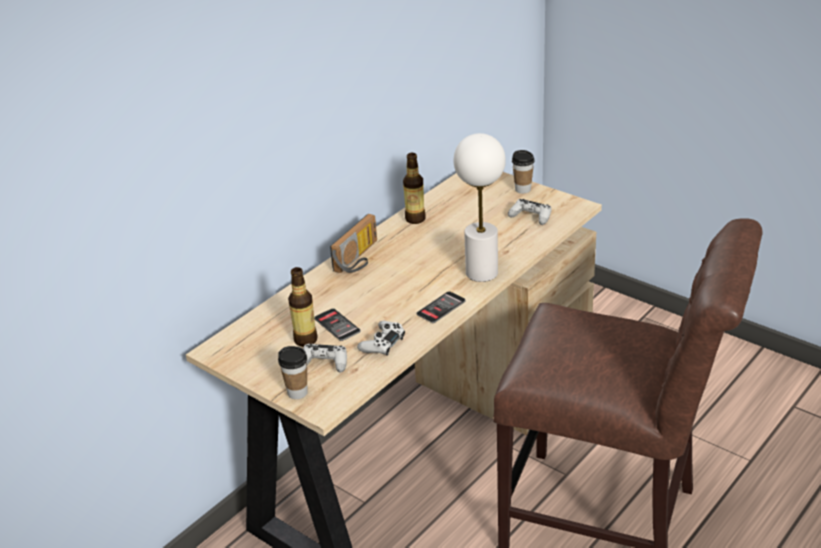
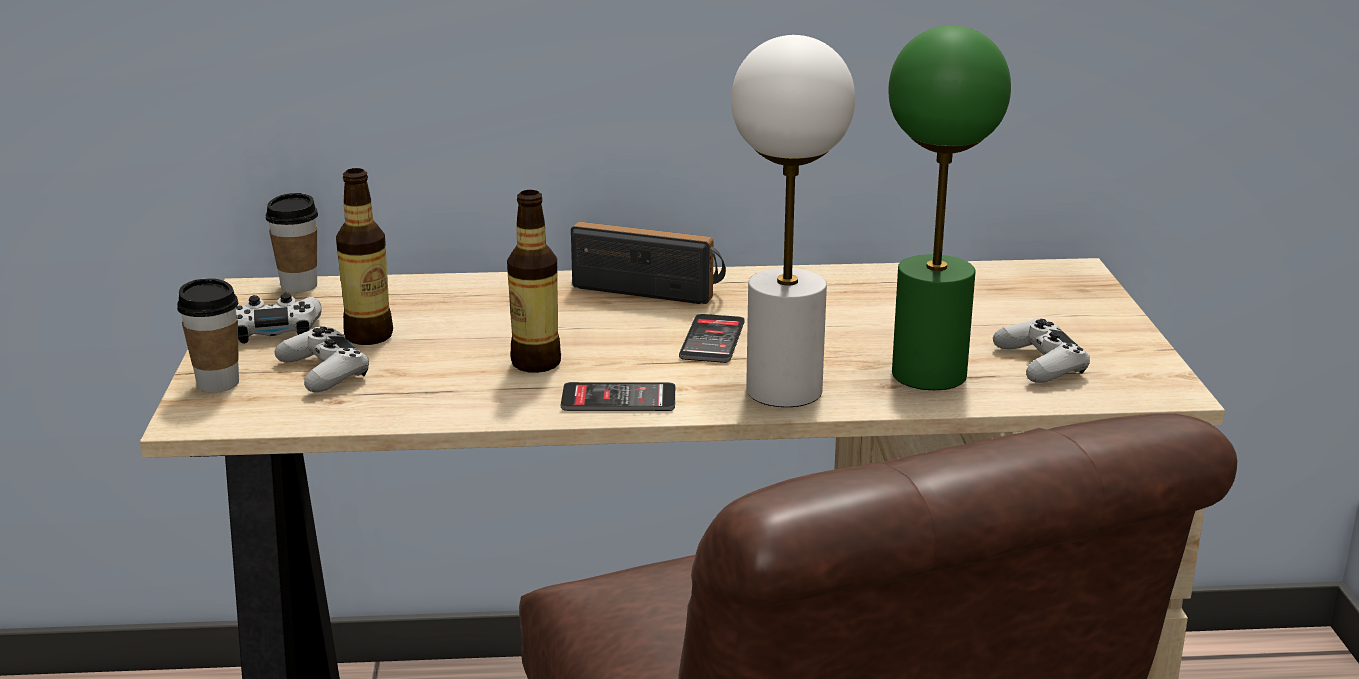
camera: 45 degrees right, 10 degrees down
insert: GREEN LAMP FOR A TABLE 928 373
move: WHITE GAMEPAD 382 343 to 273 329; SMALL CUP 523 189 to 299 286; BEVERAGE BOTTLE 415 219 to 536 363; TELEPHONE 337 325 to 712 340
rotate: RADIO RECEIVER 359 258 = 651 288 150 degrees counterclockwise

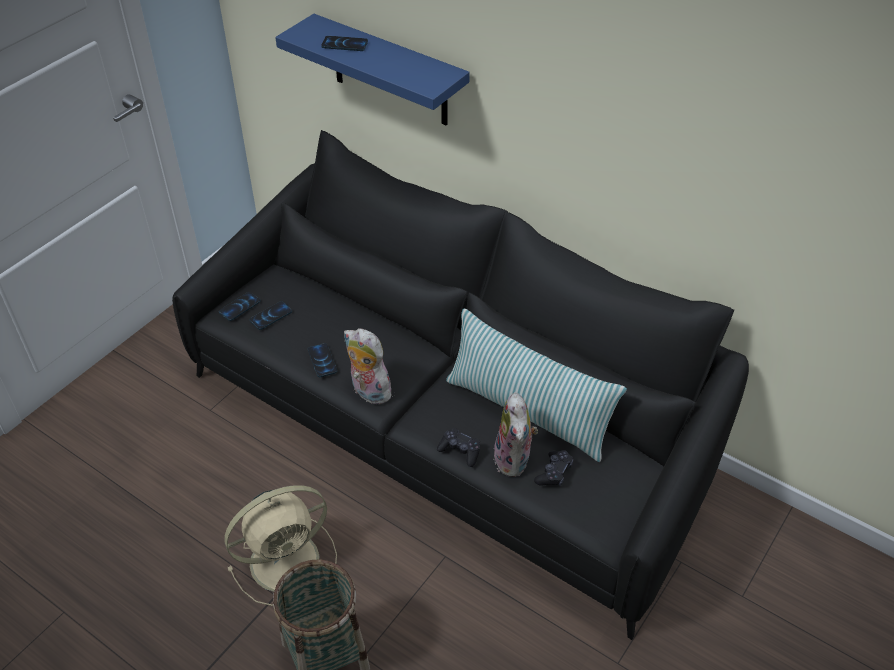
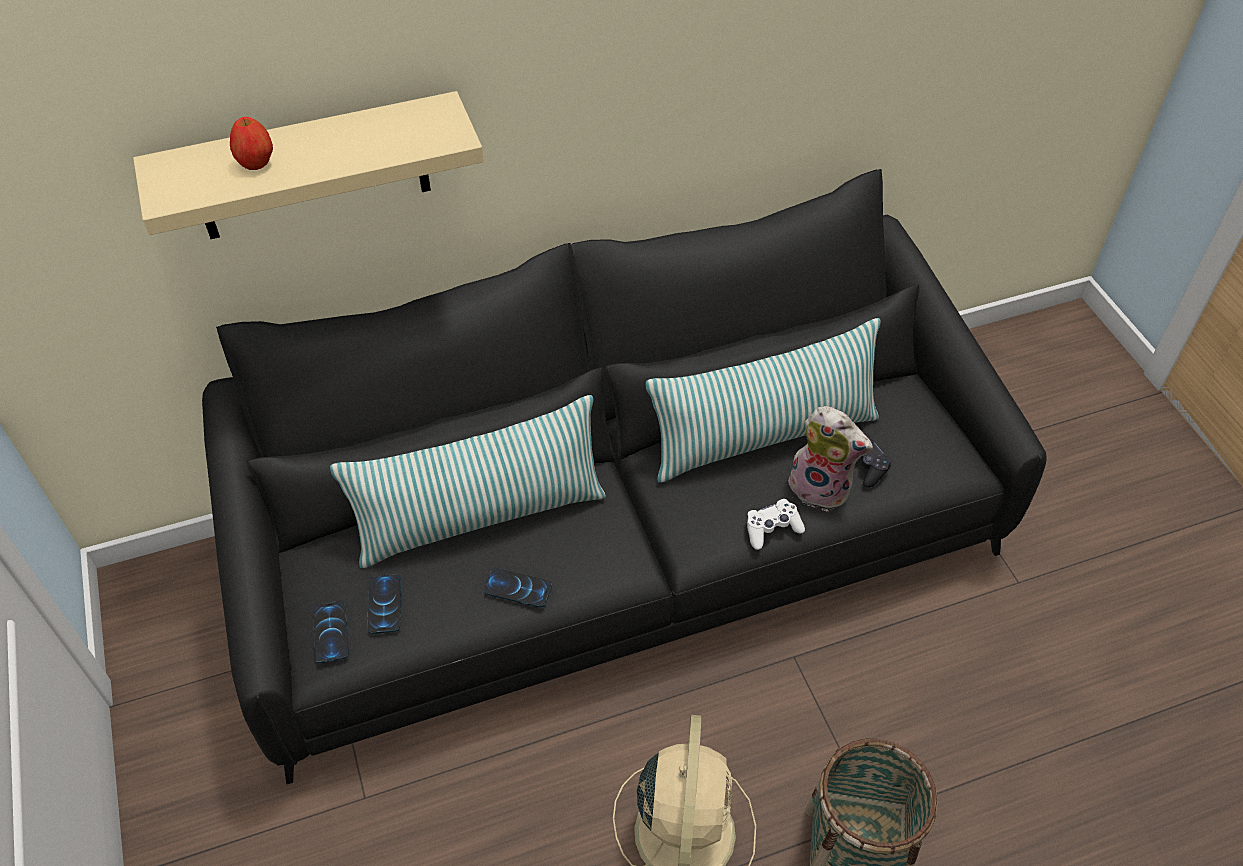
camera: 55 degrees left, 5 degrees up
delete: SOFT TOY 368 391
insert: THROW PILLOW 481 517
replace: TELEPHONE 344 44 to APPLE FRUIT 256 163
recolor: BLUISH WALL SHELF 390 72 to BEIGE WALL SHELF 311 169; BLACK GAMEPAD 460 451 to WHITE GAMEPAD 772 529

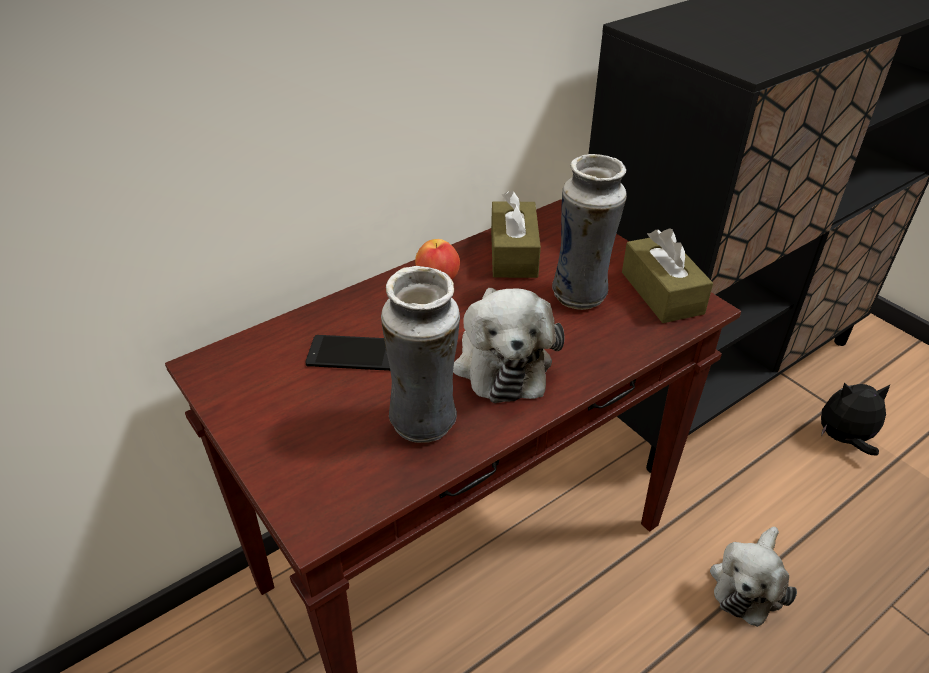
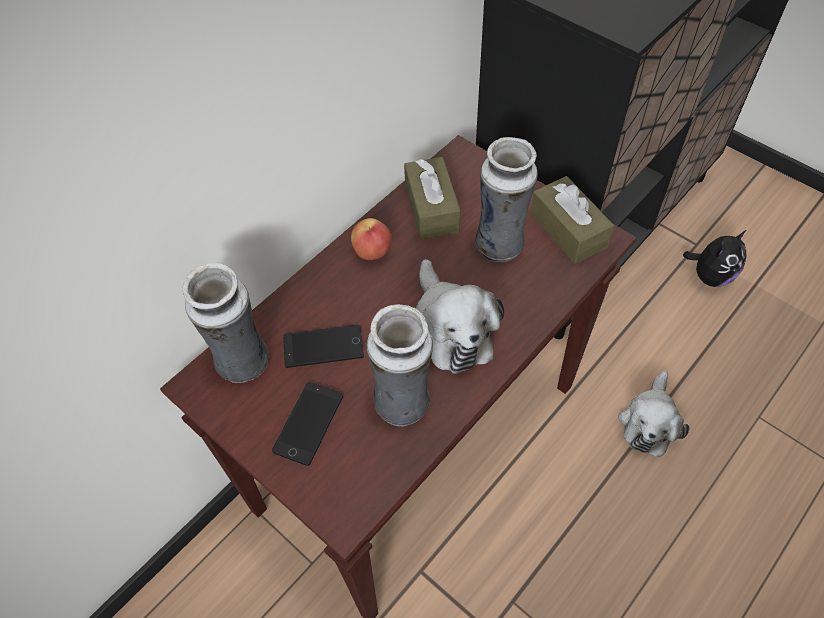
camera: 10 degrees left, 15 degrees up
insert: DECORATIVE VASE 243 364; TELEPHONE 308 423
rotate: SOFT TOY 843 439 = 710 276 150 degrees clockwise

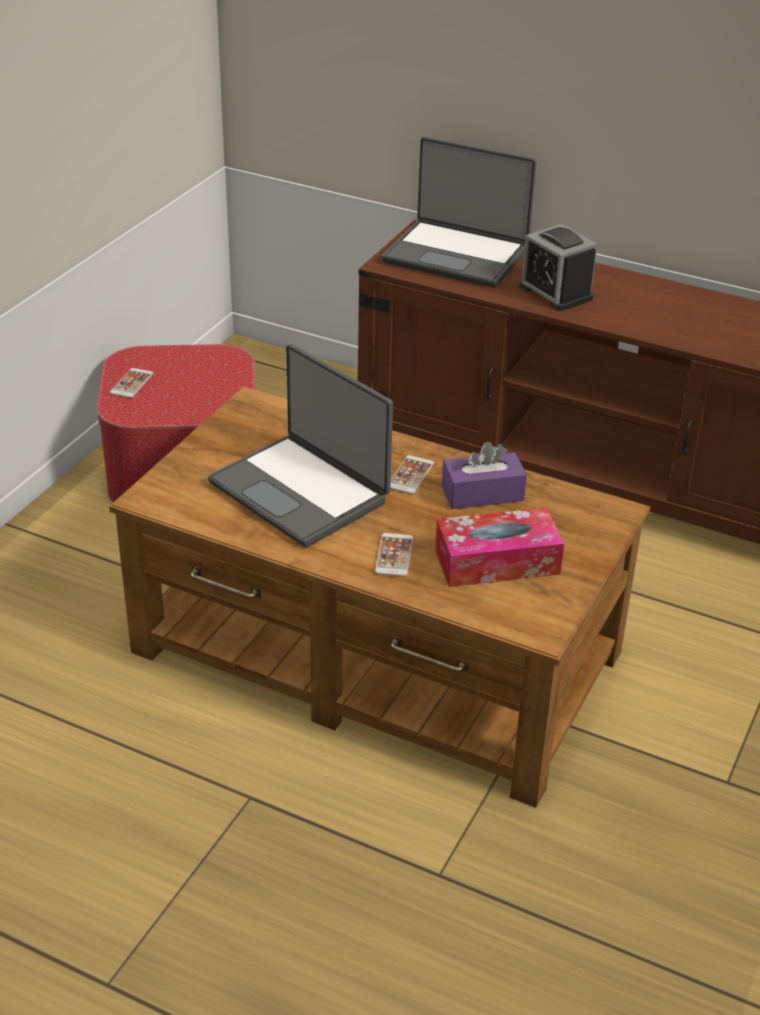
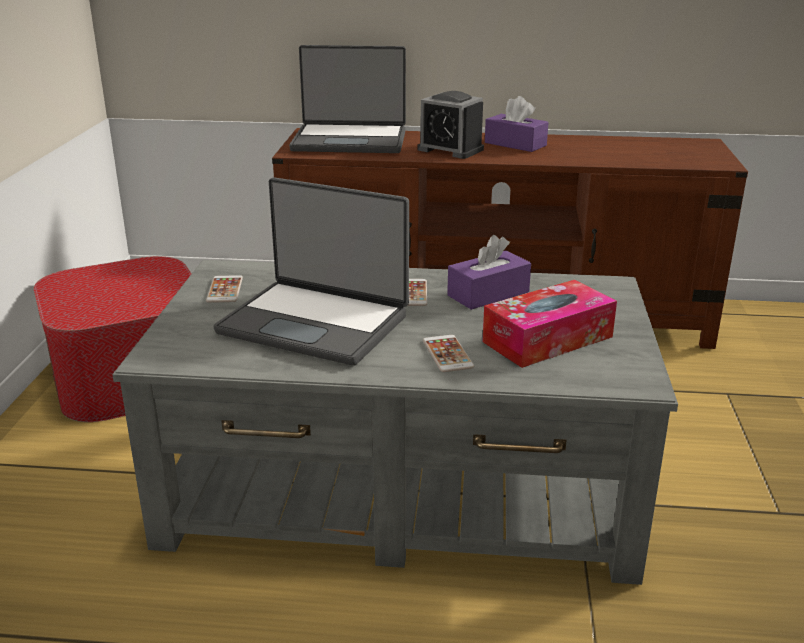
camera: 20 degrees left, 10 degrees down
insert: PURPLE TISSUE HOLDER 515 144
move: TELEPHONE 131 383 to 225 290
recolor: BROWNISH COFFEE TABLE 378 654 to GRAY COFFEE TABLE 404 487

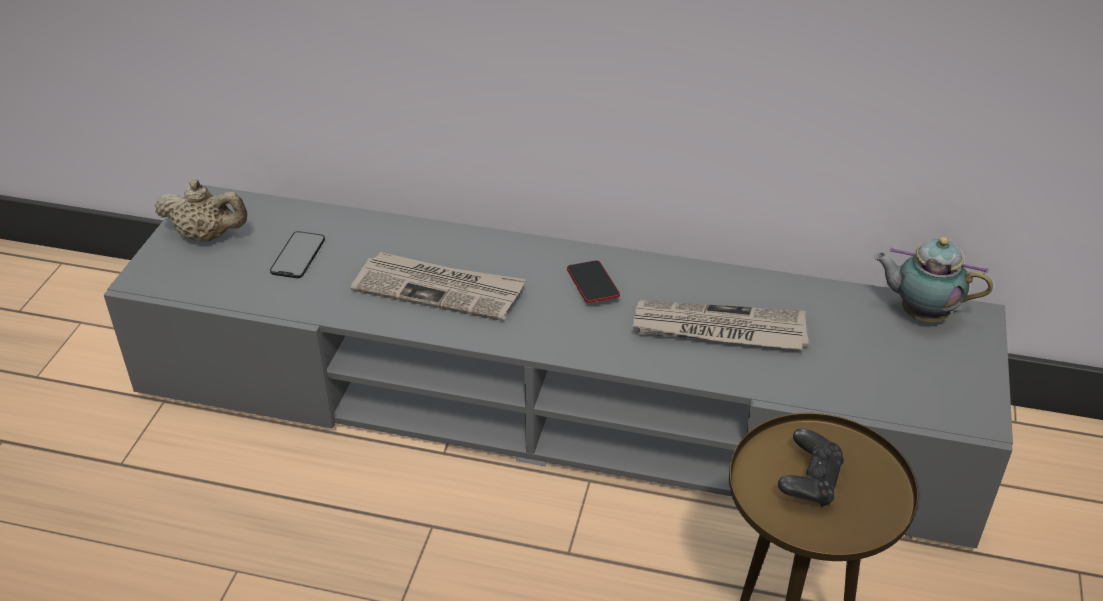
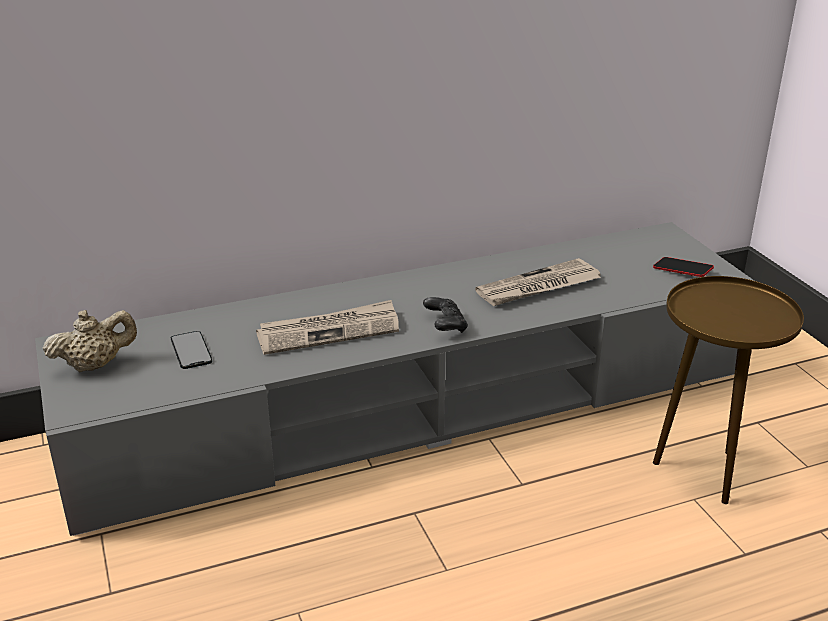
camera: 35 degrees left, 10 degrees down
delete: TEA POT 920 314
move: BLACK GAMEPAD 809 481 to 445 326; TELEPHONE 592 285 to 682 271

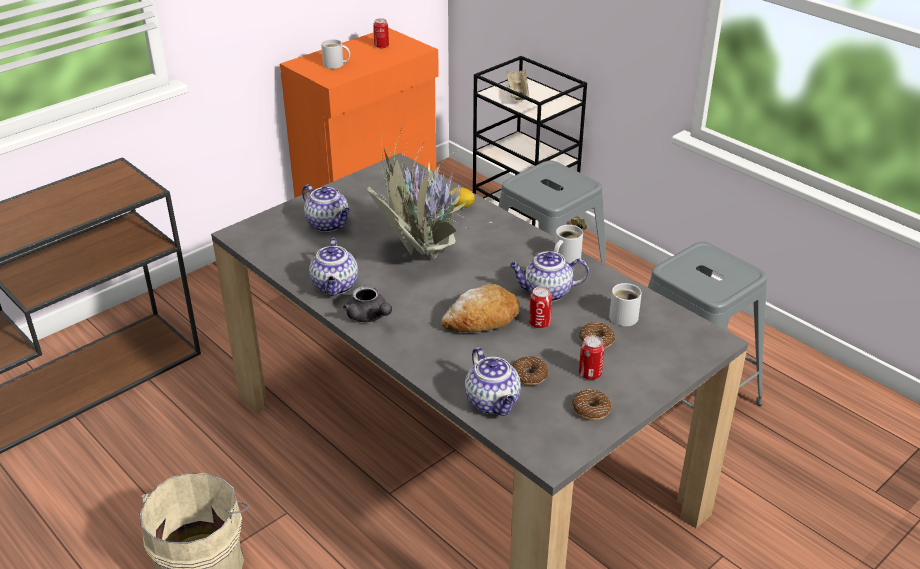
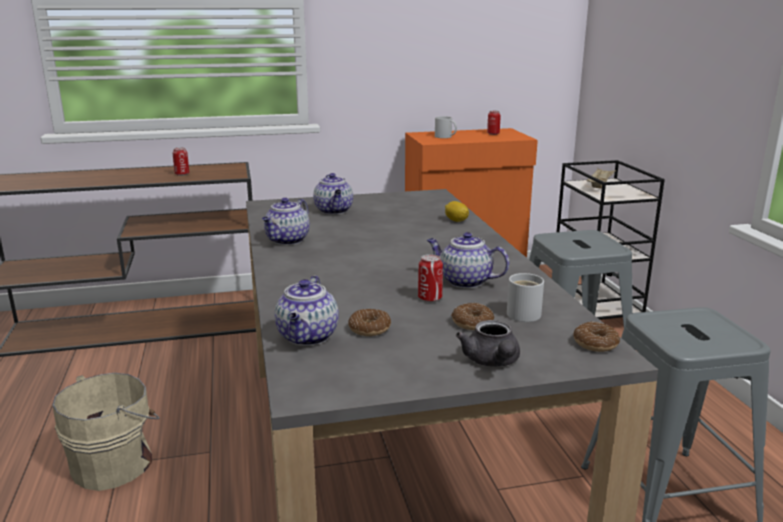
camera: 30 degrees right, 15 degrees down
delete: PLANT IN A POT 421 256; BREAD 481 320; WHITE COFFEE MUG 565 257
move: SEALED CAN 590 374 to 182 174; GRAY TEA POT 369 317 to 492 362; DOUGHNUT 591 410 to 595 344

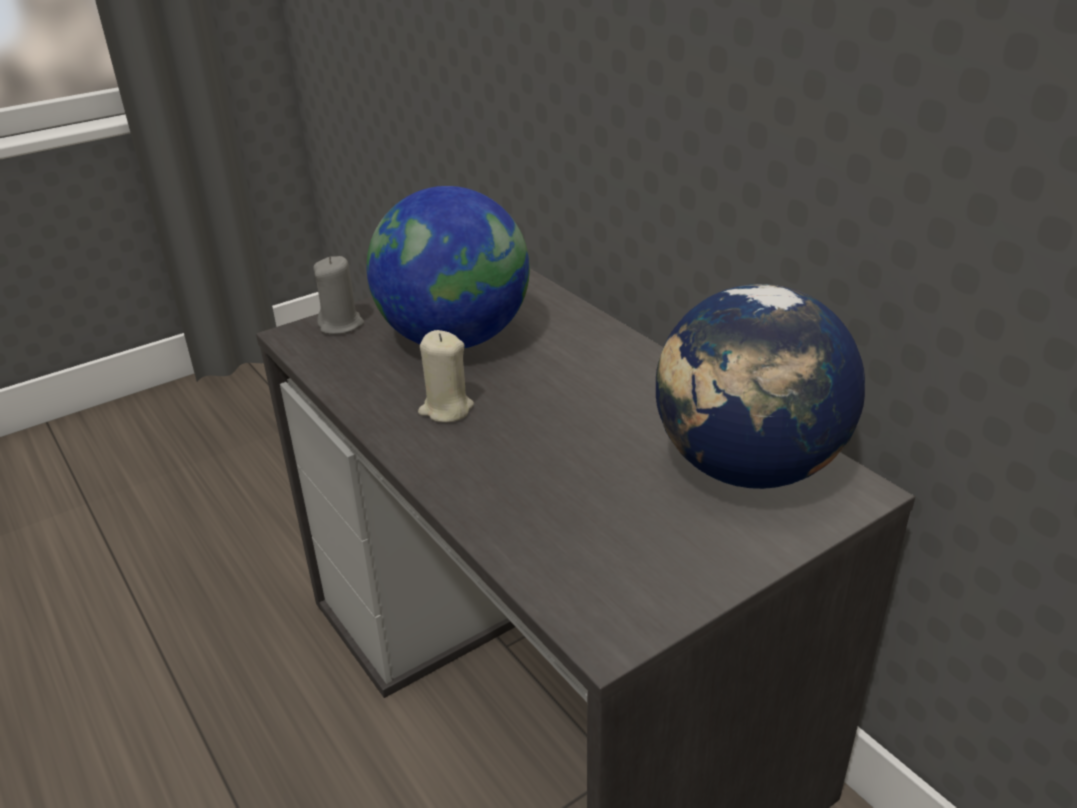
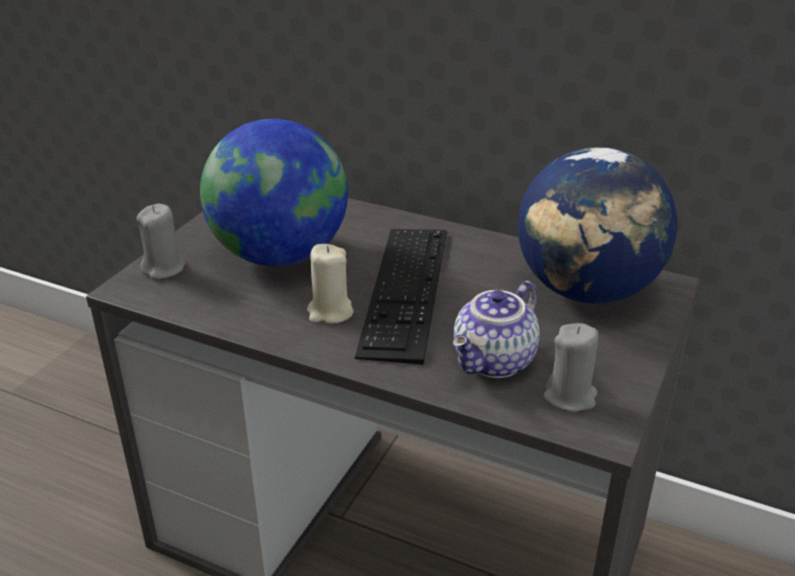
camera: 30 degrees left, 0 degrees up
insert: COMPUTER KEYBOARD 405 290; TEA POT 495 362; GRAY CANDLE 570 397

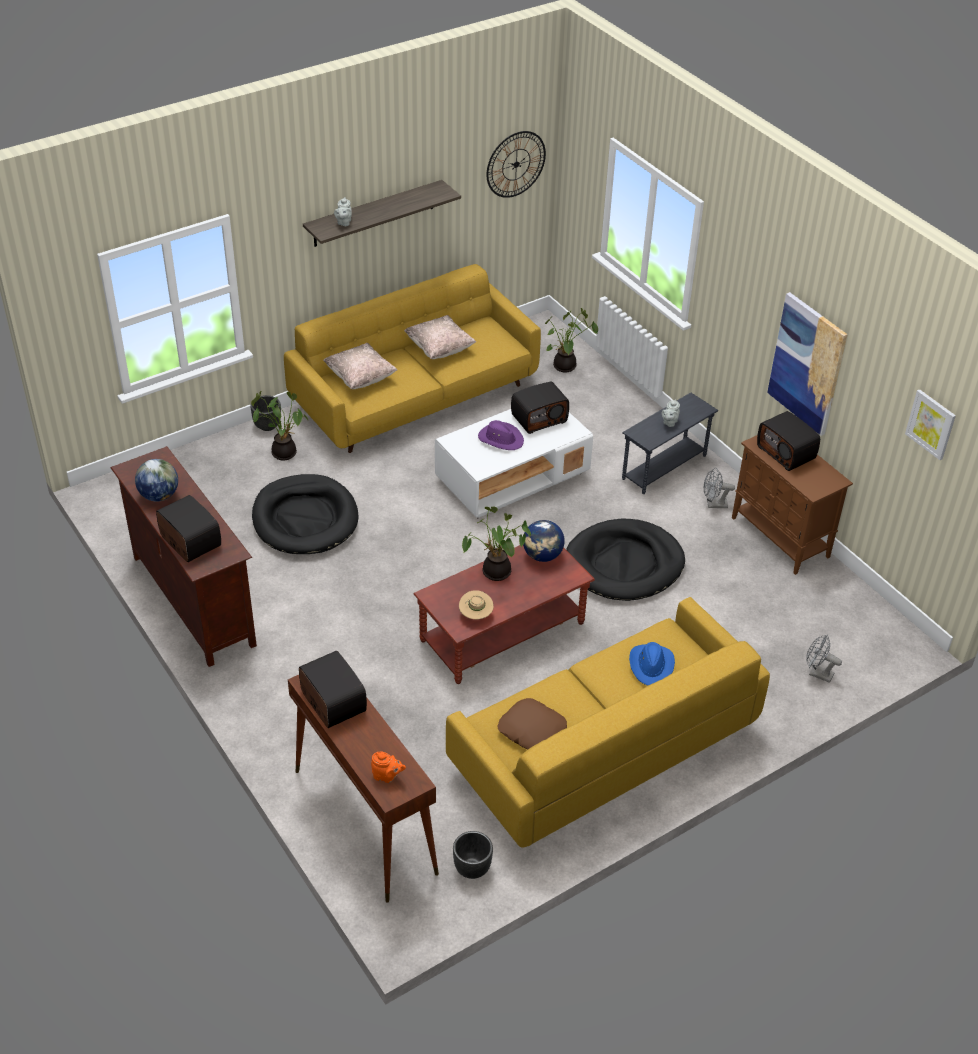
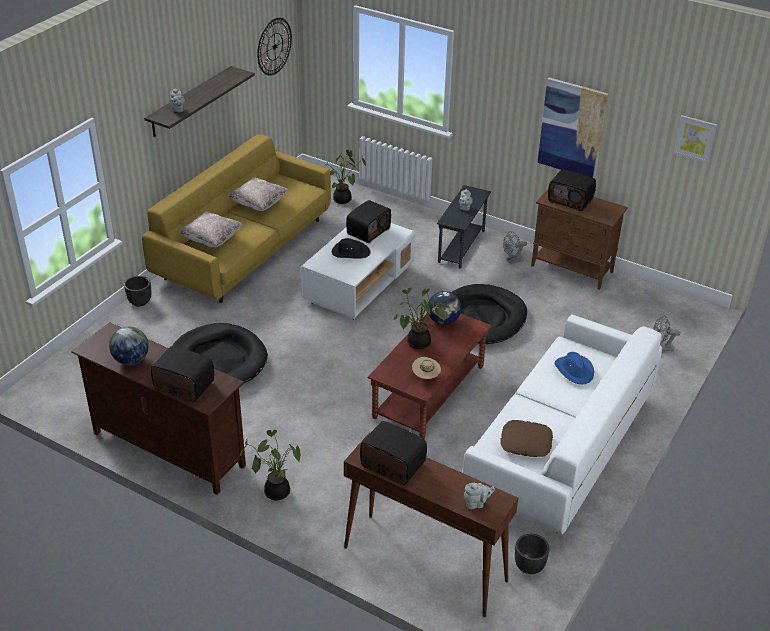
camera: 25 degrees left, 5 degrees down
move: PLANT IN A POT 284 452 to 276 490
recolor: PURPLE HAT 500 439 to BLACK HAT 350 252; YELLOW-COLOURED SOFA 602 749 to WHITE SOFA 558 448; ORANGE-COLOURED TEA POT 387 776 to GRAY TEA POT 476 503

